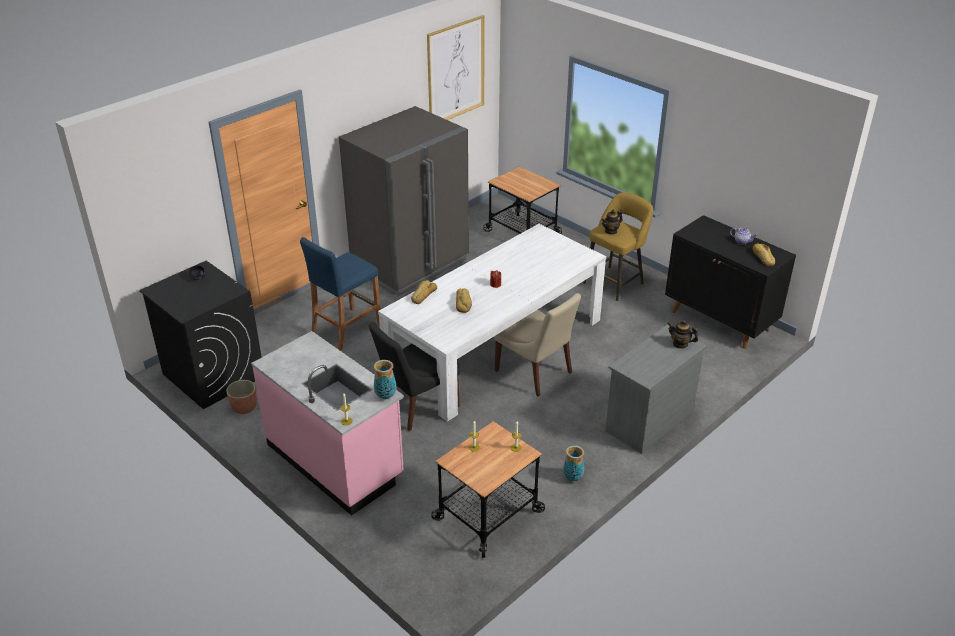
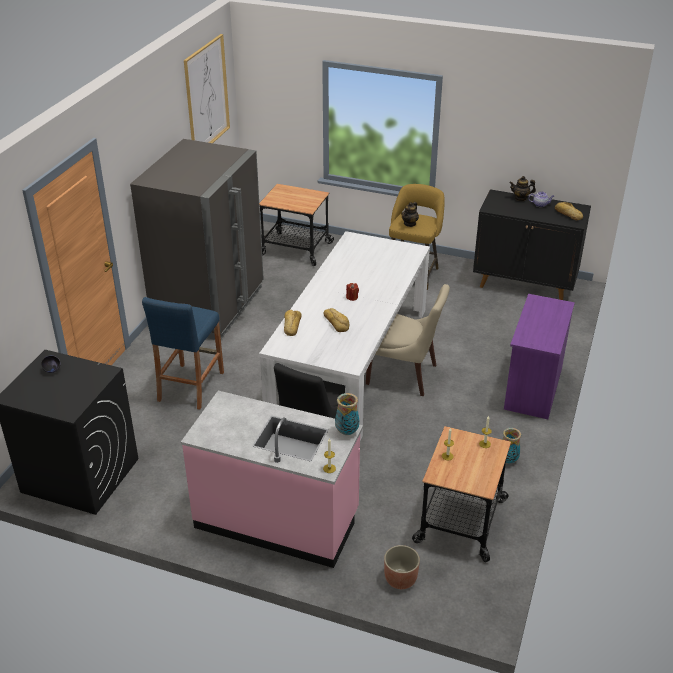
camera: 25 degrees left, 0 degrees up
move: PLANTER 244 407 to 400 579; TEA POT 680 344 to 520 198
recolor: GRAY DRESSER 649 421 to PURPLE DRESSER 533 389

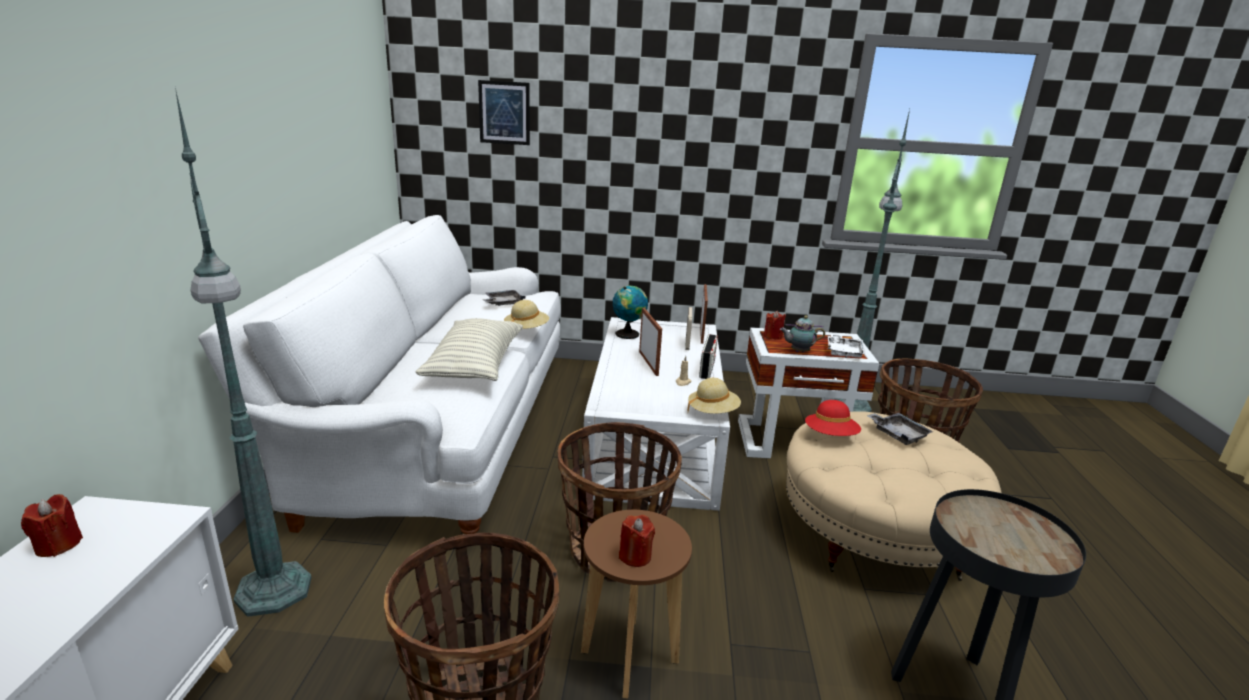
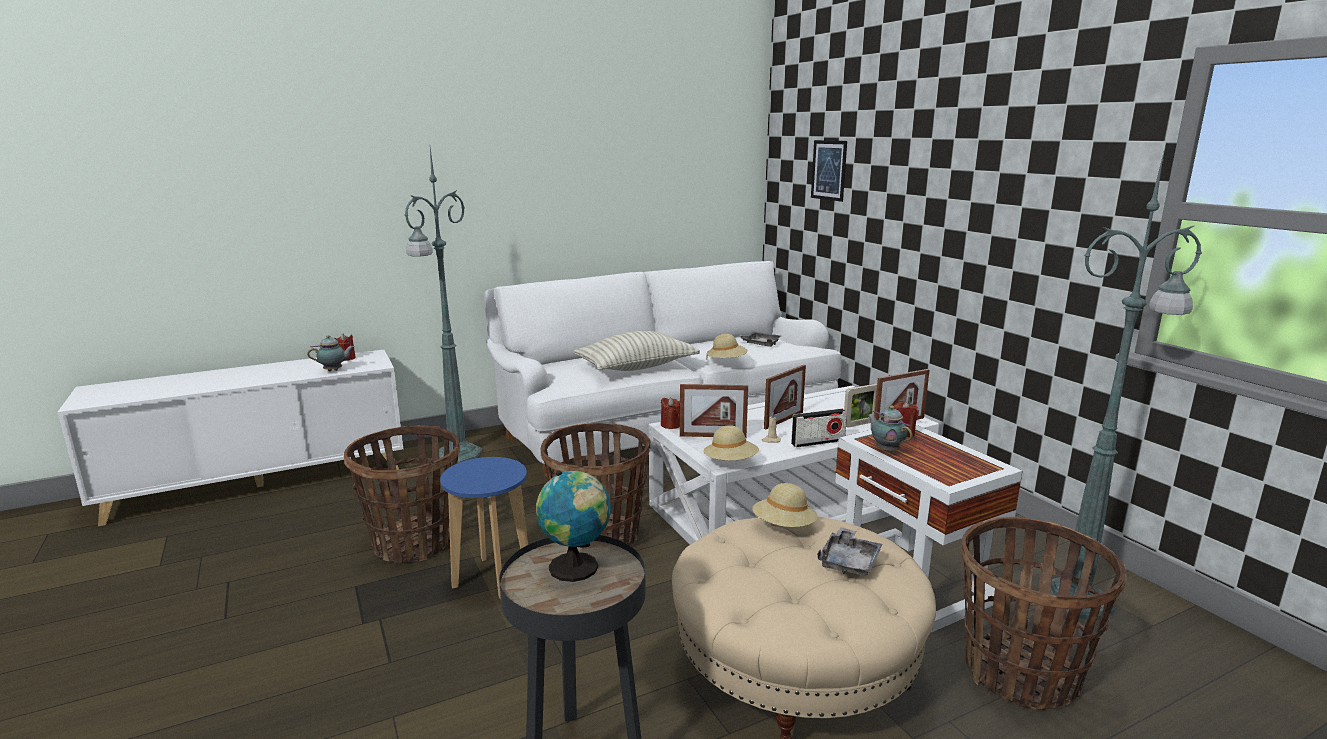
camera: 60 degrees right, 5 degrees down
delete: WHITE SERVING TRAY 843 352
insert: TEA POT 334 370; PICTURE FRAME 712 436
move: WORLD GLOBE 628 334 to 577 568; RED CANDLE 635 556 to 670 425
recolor: BROWNISH STOOL SEAT 629 656 to BLUISH STOOL SEAT 492 578; RED HAT 830 436 to BEIGE HAT 784 526

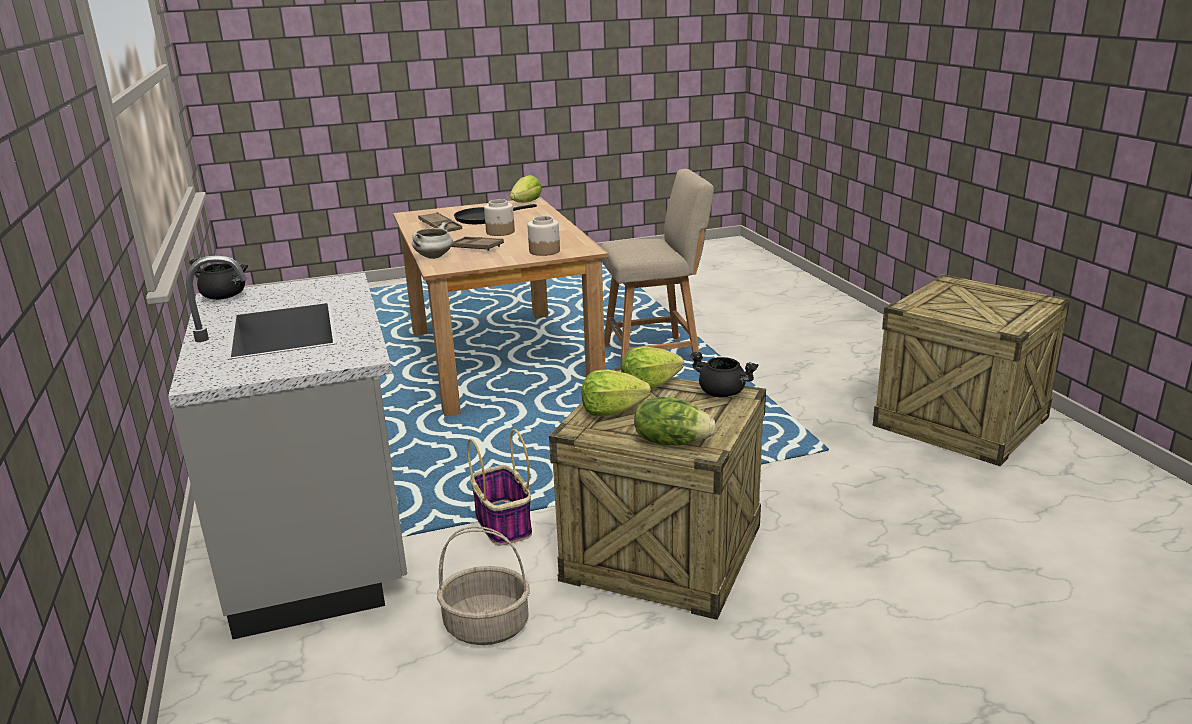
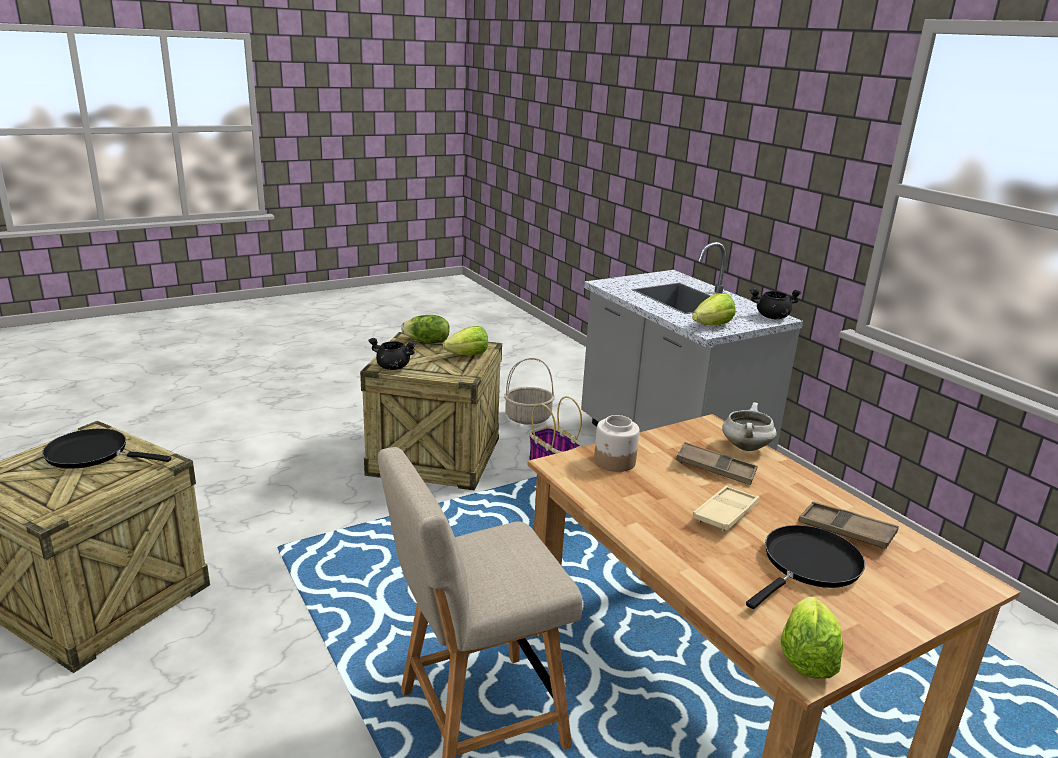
camera: 165 degrees right, 0 degrees up
insert: BLACK SKILLET 92 454
move: LETTUCE 649 386 to 712 325
replace: PRESERVE JAR 500 232 to BEIGE SERVING TRAY 725 513

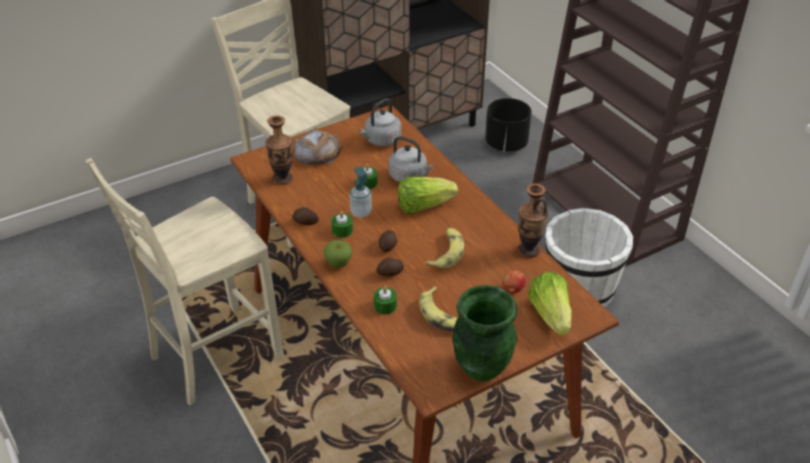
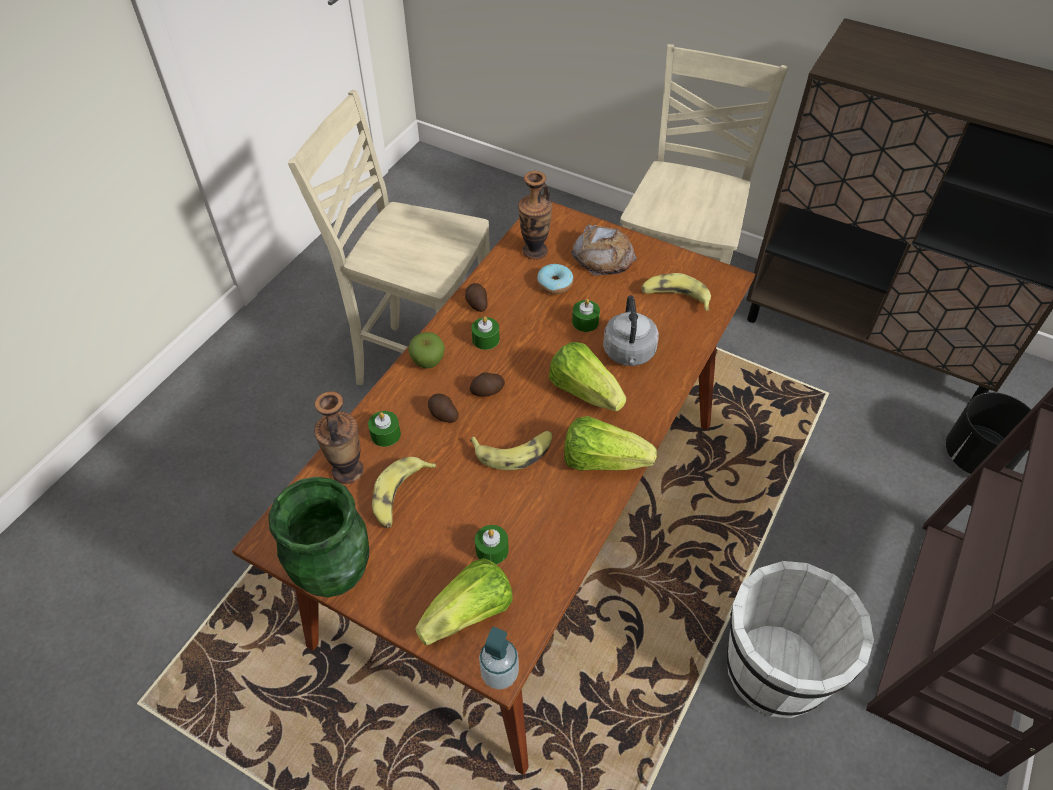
camera: 60 degrees right, 10 degrees up
insert: DOUGHNUT 555 284; LETTUCE 602 461
move: DECORATIVE VASE 528 250 to 348 471; SOAP BOTTLE 361 212 to 499 674
replace: APPLE FRUIT 512 289 to GREEN CANDLE 492 550; GRAY KETTLE 381 140 to BANANA 675 297

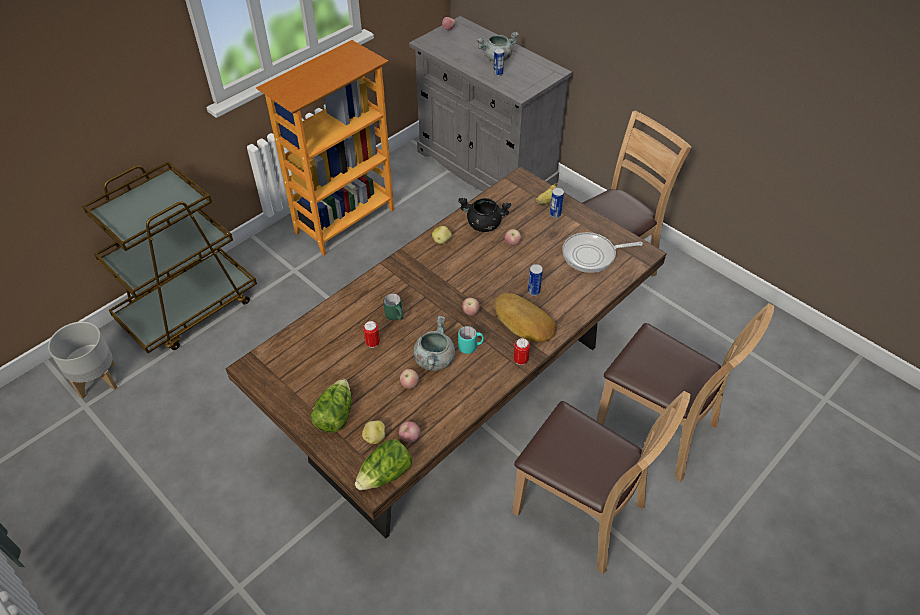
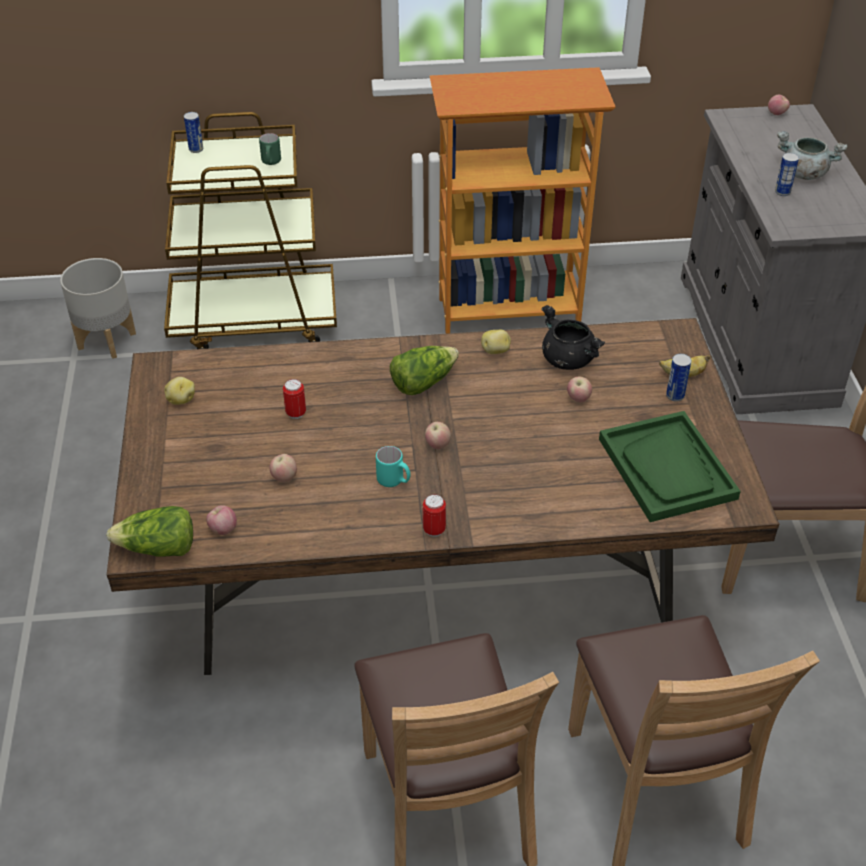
camera: 40 degrees right, 5 degrees down
delete: GRAY SAUCEPOT 434 359; BREAD 523 322
move: WHOLE POTATO 374 437 to 180 400; SEALED CAN 534 291 to 196 149; GREEN COFFEE MUG 395 316 to 271 162; LETTUCE 334 415 to 423 382
replace: SKILLET 592 255 to GREEN SERVING TRAY 667 469

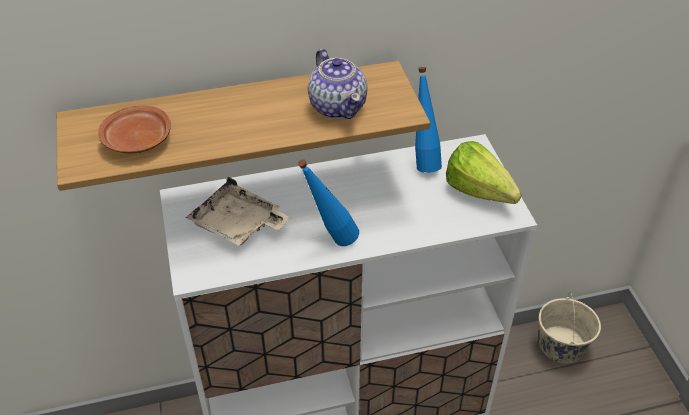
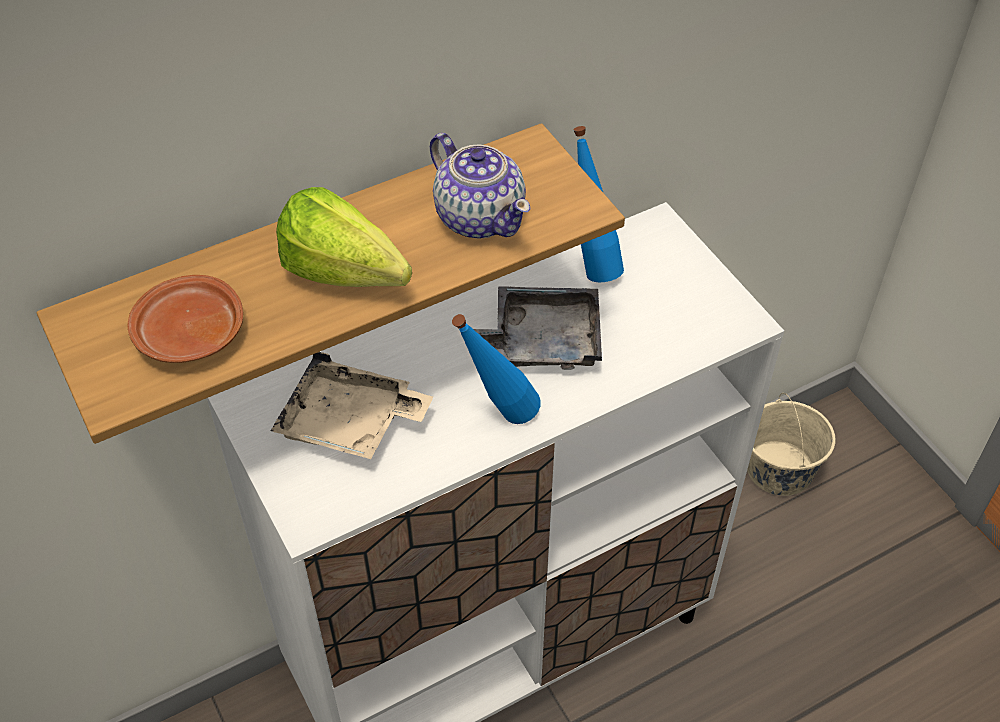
camera: 15 degrees left, 5 degrees up
insert: GRAY SERVING TRAY 541 341
move: LETTUCE 482 196 to 351 279

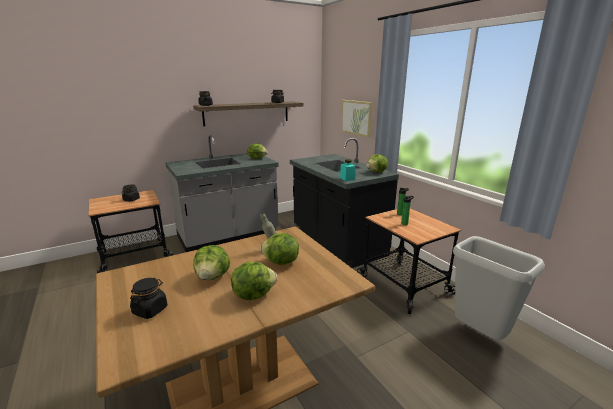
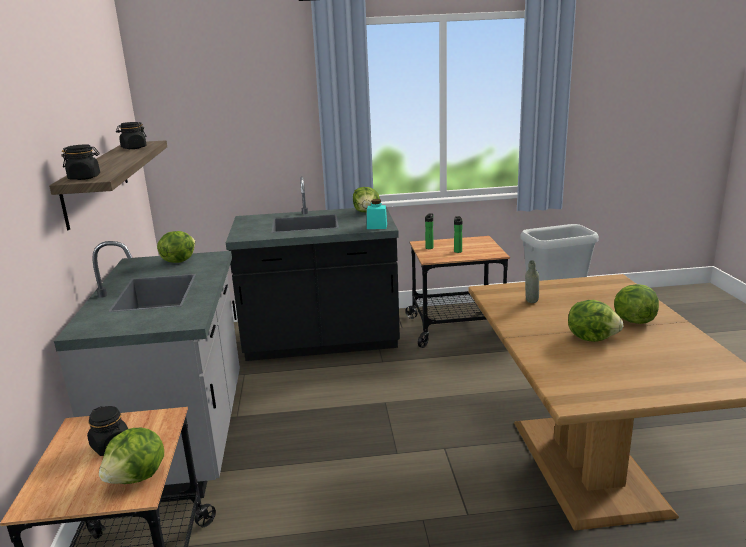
camera: 65 degrees left, 0 degrees up
delete: BLACK PRESERVE JAR 150 310; WALL PICTURE 356 117
move: LETTUCE 281 262 to 138 477

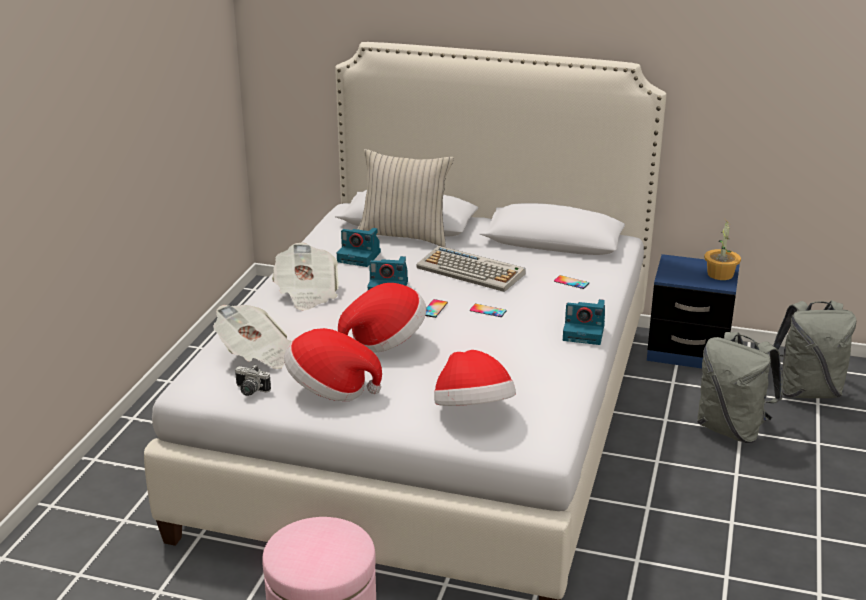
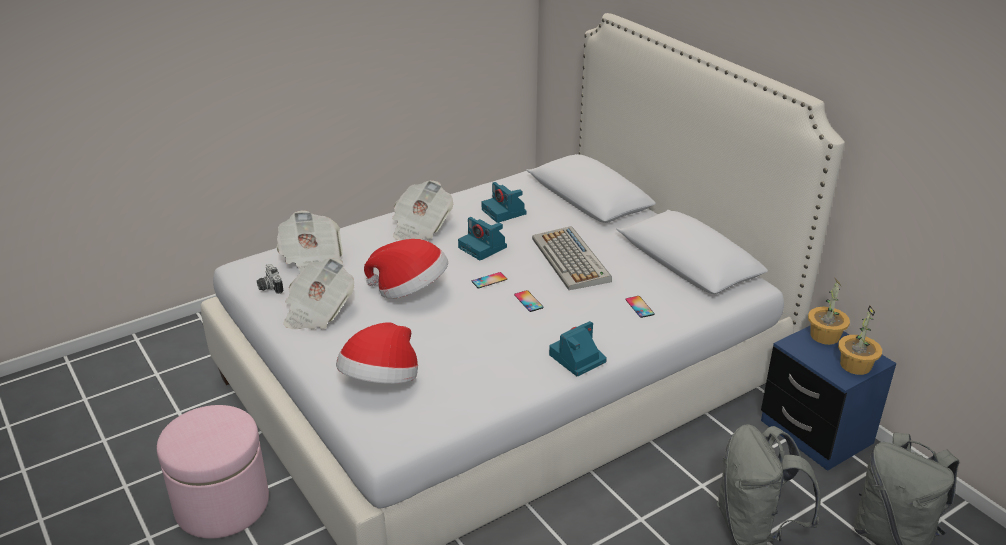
camera: 40 degrees right, 5 degrees up
delete: BEIGE THROW PILLOW 404 235
insert: PLANT IN A POT 824 336
replace: HAT 330 389 to NEWSPAPER 318 312
rotate: PHOTO CAMERA 585 332 = 577 359 90 degrees clockwise

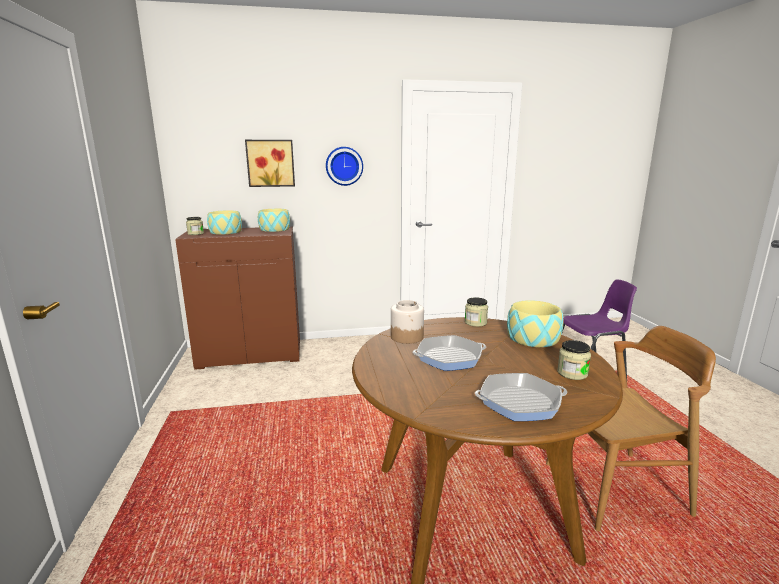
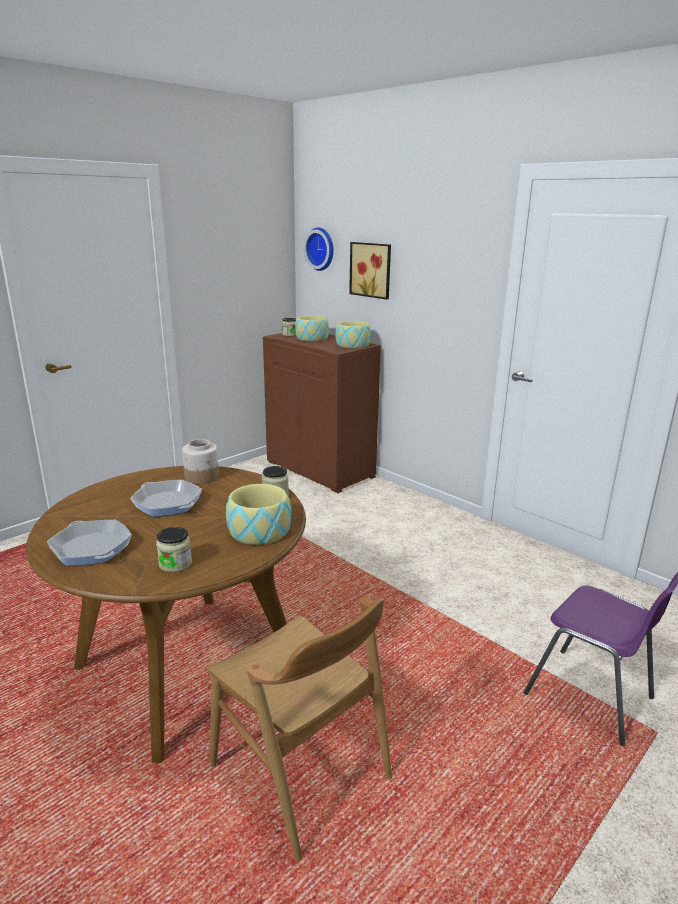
camera: 55 degrees right, 5 degrees up
move: WALL CLOCK 344 166 to 321 249

